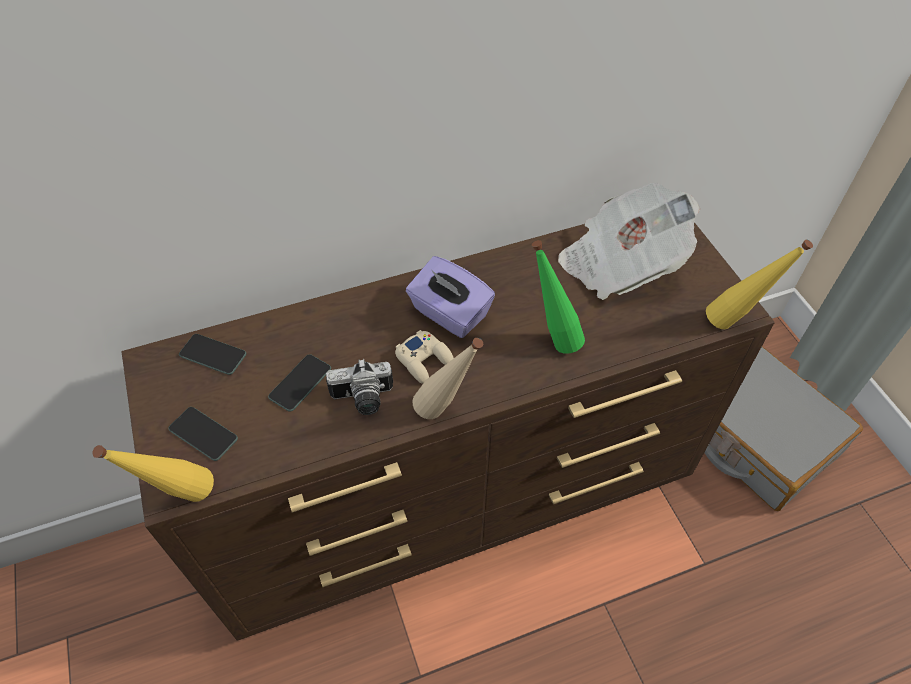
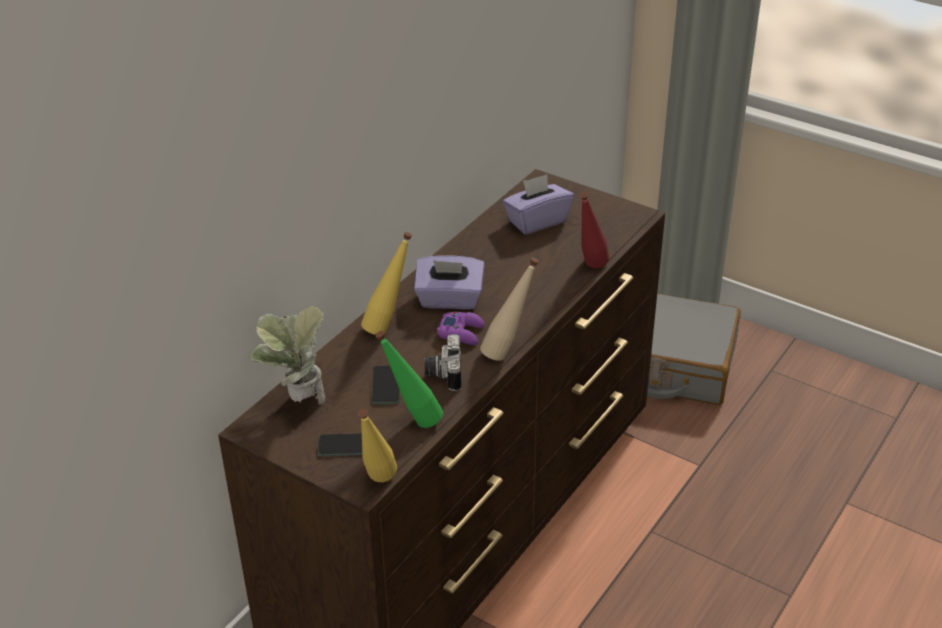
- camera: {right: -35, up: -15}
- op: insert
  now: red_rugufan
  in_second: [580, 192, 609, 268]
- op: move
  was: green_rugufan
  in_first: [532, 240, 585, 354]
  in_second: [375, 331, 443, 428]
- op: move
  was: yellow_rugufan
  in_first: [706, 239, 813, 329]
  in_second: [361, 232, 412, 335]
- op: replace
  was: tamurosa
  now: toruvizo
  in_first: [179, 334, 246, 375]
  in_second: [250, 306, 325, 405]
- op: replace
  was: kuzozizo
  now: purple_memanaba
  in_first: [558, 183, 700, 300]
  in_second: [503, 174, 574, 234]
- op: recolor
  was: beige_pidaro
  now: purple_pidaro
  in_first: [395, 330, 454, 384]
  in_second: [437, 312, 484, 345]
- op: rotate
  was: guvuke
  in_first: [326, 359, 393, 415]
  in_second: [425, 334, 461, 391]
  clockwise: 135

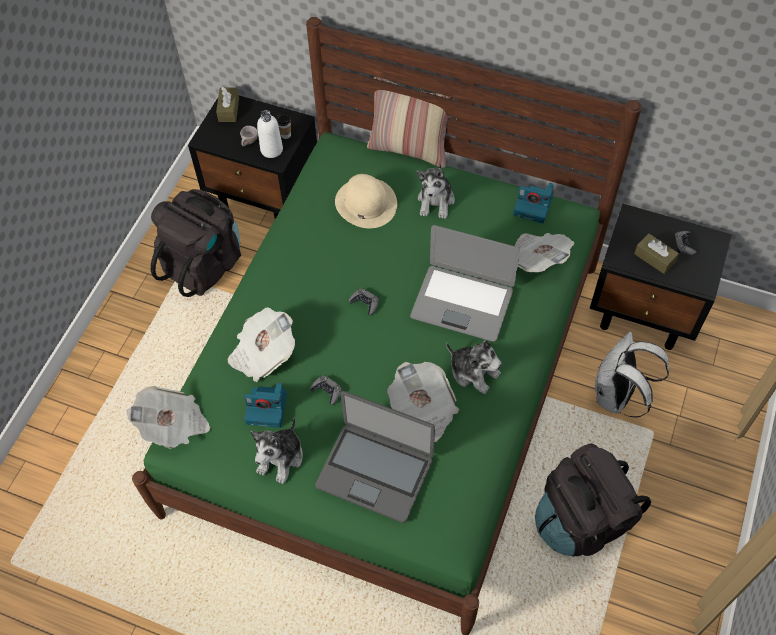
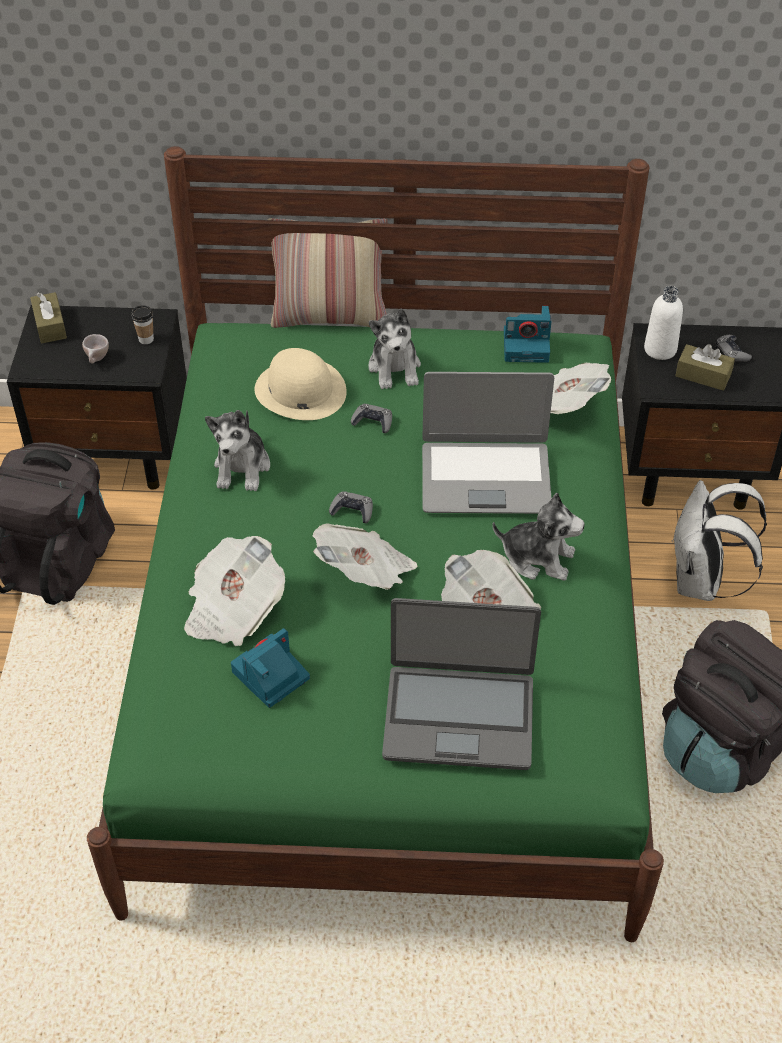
- camera: {right: -20, up: -10}
- op: move
  was: kuzozizo
  in_first: [127, 386, 211, 449]
  in_second: [313, 523, 418, 590]
- op: move
  was: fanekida
  in_first: [251, 417, 303, 484]
  in_second: [205, 410, 270, 491]
- op: move
  was: white_rugufan
  in_first: [257, 110, 283, 158]
  in_second: [644, 286, 683, 360]
- op: move
  was: grey_pidaro
  in_first: [310, 376, 342, 405]
  in_second: [351, 404, 392, 433]
- op: rotate
  was: guvuke
  in_first: [244, 383, 287, 428]
  in_second: [231, 628, 310, 708]
  clockwise: 150

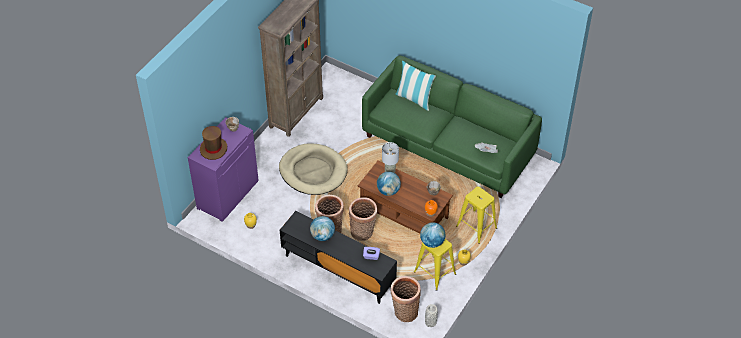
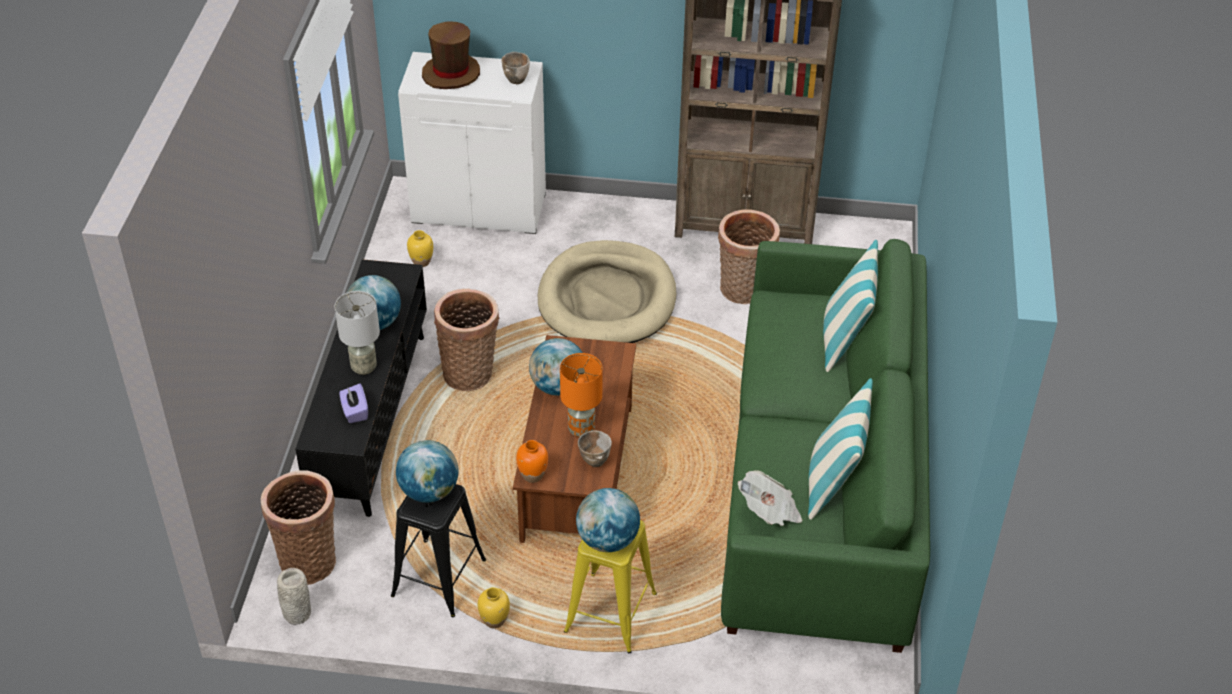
- camera: {right: 65, up: -5}
- op: insert
  now: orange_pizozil
  in_second: [560, 353, 603, 437]
- op: insert
  now: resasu
  in_second: [576, 488, 640, 552]
- op: insert
  now: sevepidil
  in_second: [808, 378, 873, 520]
- op: move
  was: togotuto
  in_first: [349, 198, 377, 241]
  in_second: [718, 210, 780, 304]
- op: move
  was: grey_pizozil
  in_first: [382, 142, 399, 173]
  in_second: [335, 291, 380, 375]
- op: recolor
  was: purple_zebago
  now: white_zebago
  in_first: [188, 117, 259, 222]
  in_second: [398, 52, 546, 234]
- op: recolor
  was: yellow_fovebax
  now: black_fovebax
  in_first: [414, 239, 456, 291]
  in_second: [391, 484, 486, 618]

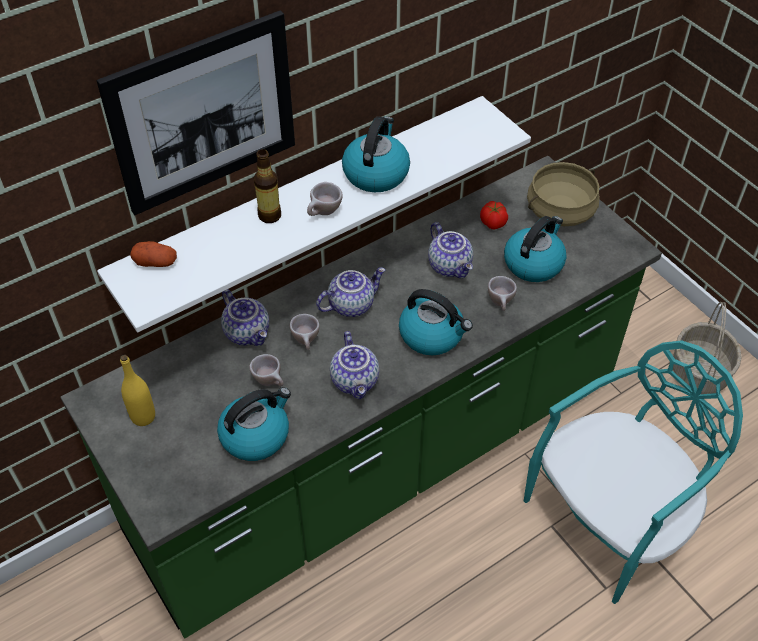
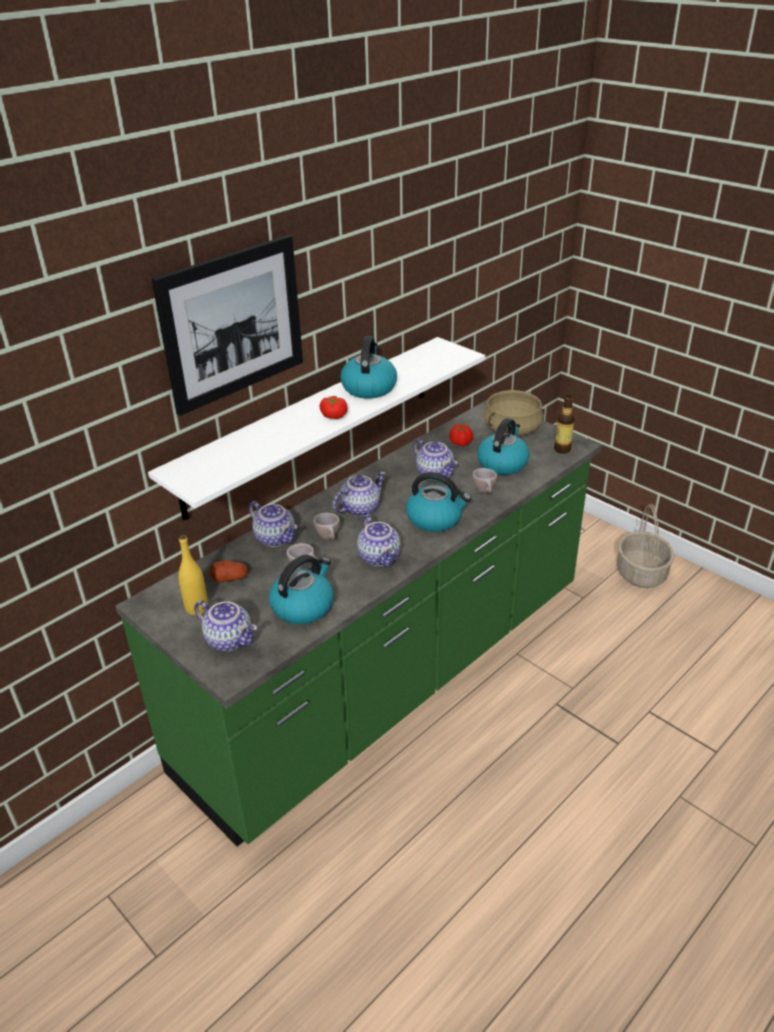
- camera: {right: -10, up: -15}
- op: delete
  was: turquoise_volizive
  in_first: [524, 340, 743, 604]
- op: insert
  now: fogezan
  in_second: [194, 600, 257, 651]
- op: move
  was: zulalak
  in_first: [130, 241, 177, 267]
  in_second: [209, 560, 248, 582]
- op: move
  was: rugufan
  in_first: [254, 149, 281, 223]
  in_second: [554, 395, 575, 454]
- op: replace
  was: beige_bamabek
  now: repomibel
  in_first: [307, 182, 343, 216]
  in_second: [320, 396, 348, 419]

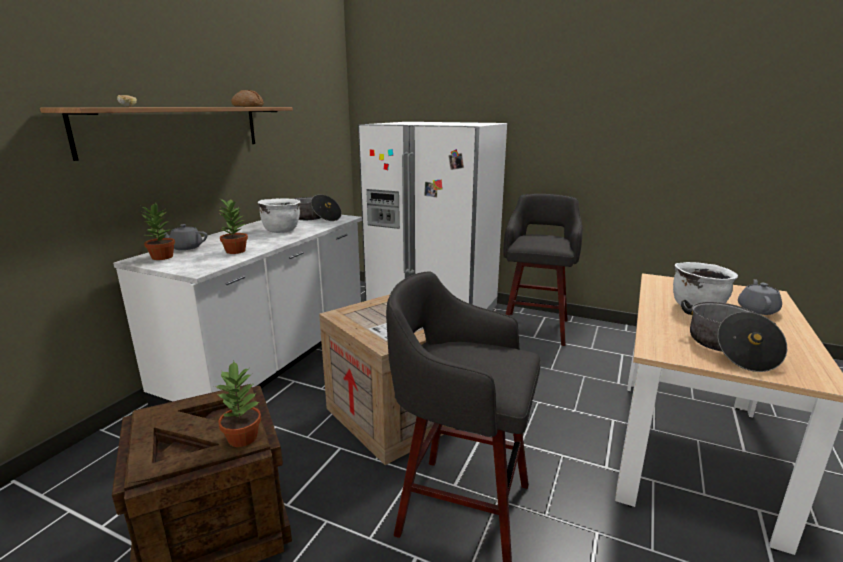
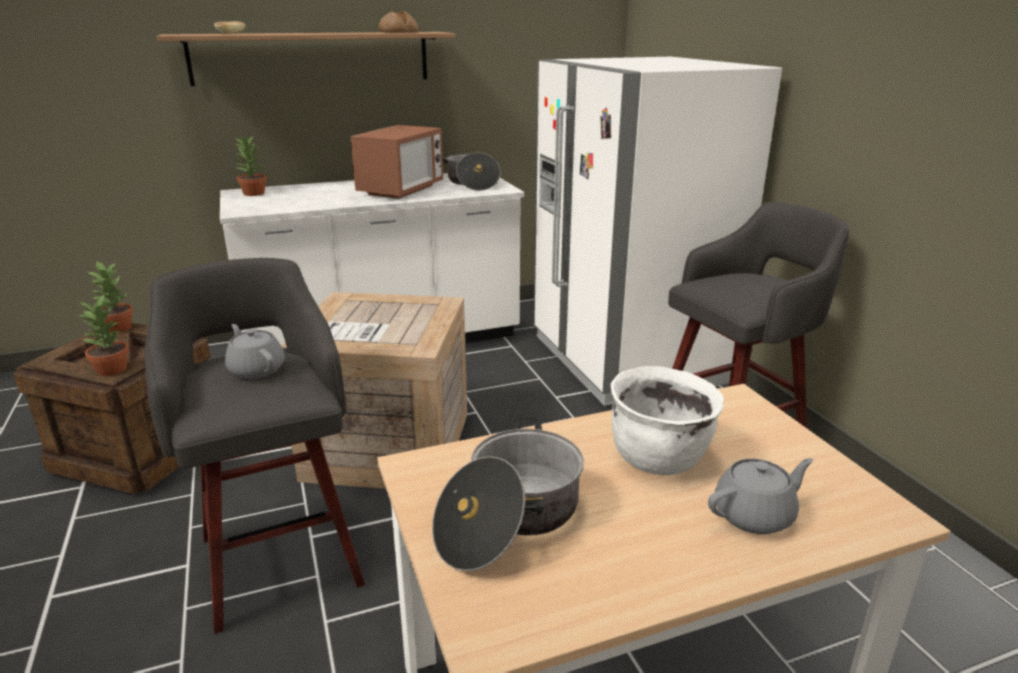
- camera: {right: 45, up: 5}
- op: move
  was: grey_fogezan
  in_first: [160, 224, 207, 250]
  in_second: [225, 324, 285, 379]
- op: move
  was: toruvizo
  in_first: [219, 199, 248, 254]
  in_second: [88, 260, 133, 333]
- op: replace
  was: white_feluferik
  now: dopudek
  in_first: [258, 198, 301, 233]
  in_second: [350, 125, 443, 199]

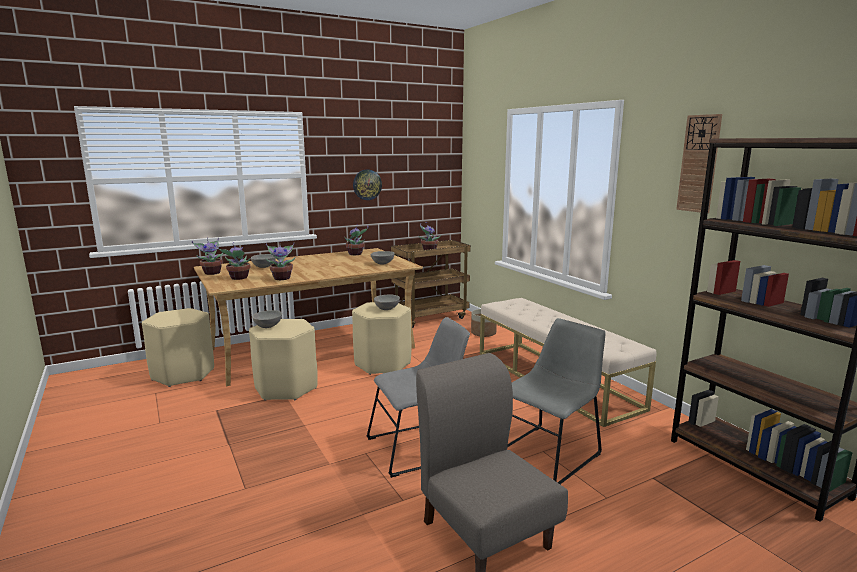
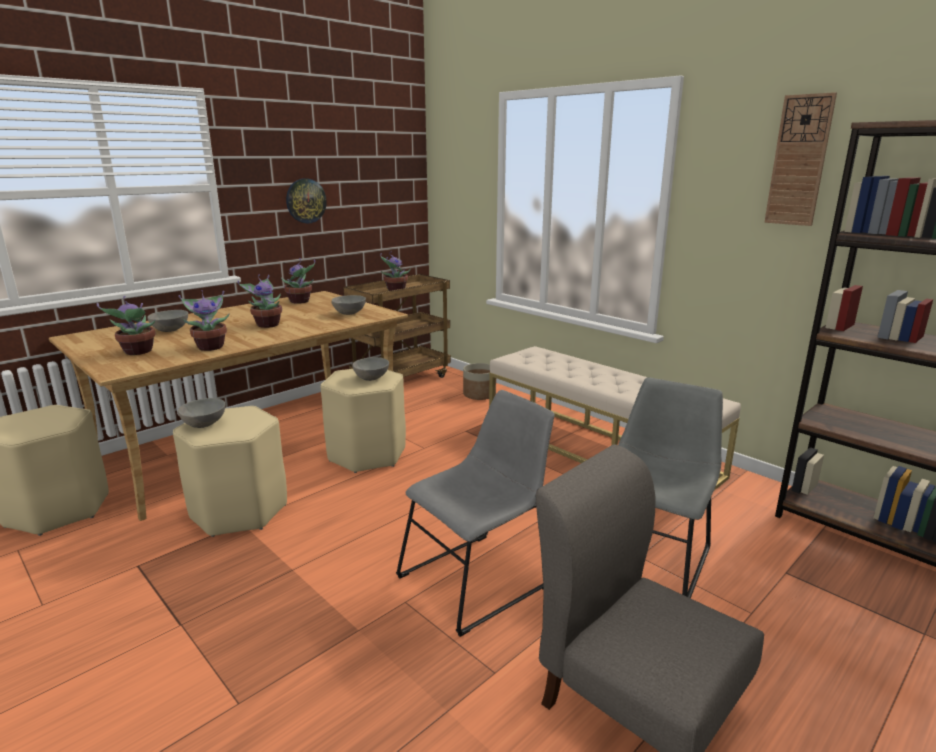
- camera: {right: -15, up: 5}
- op: move
  was: toruvizo
  in_first: [192, 237, 223, 275]
  in_second: [237, 275, 282, 328]

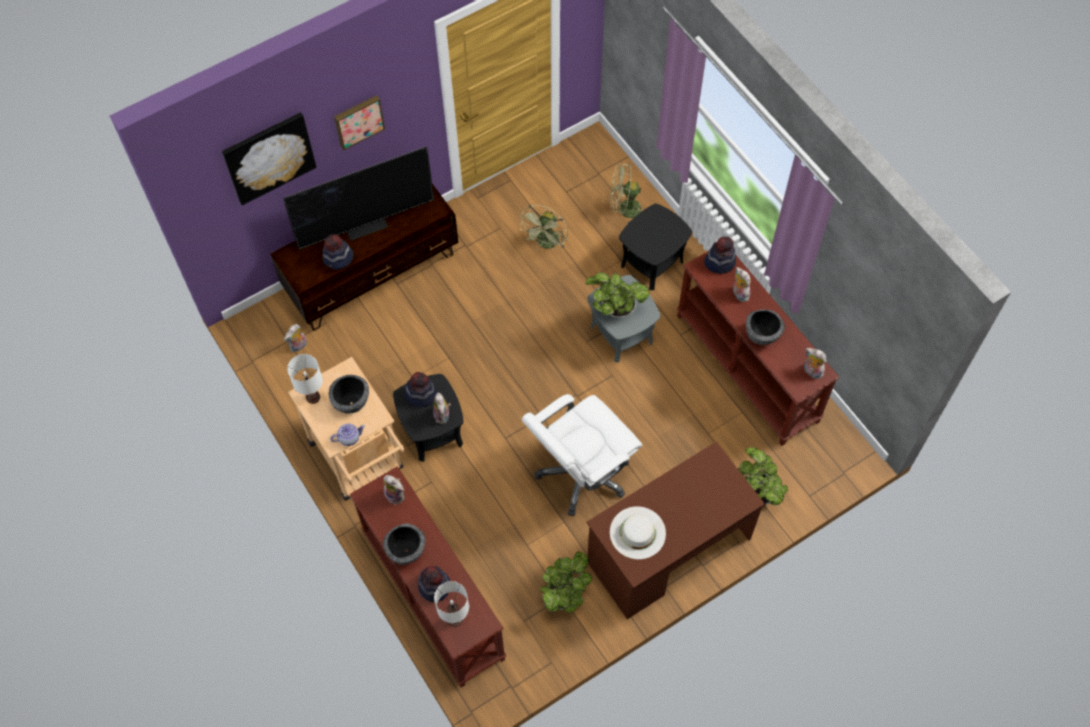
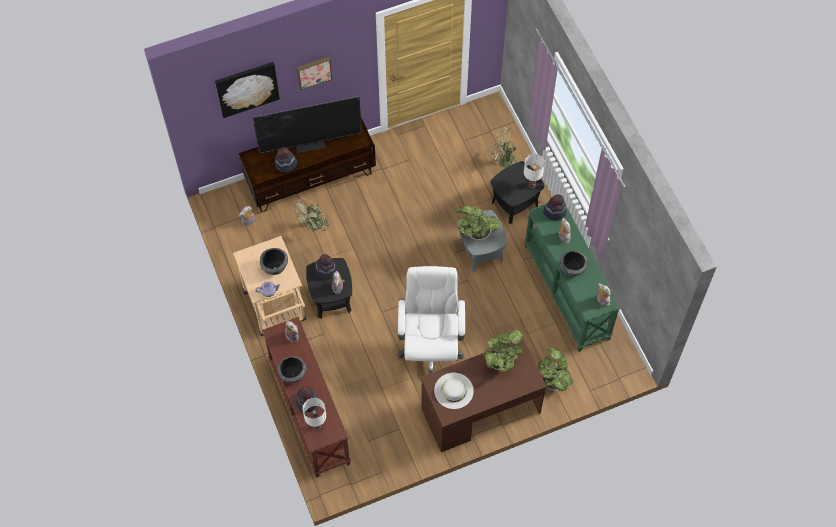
- camera: {right: 10, up: 0}
- op: move
  was: white_pizozil
  in_first: [287, 354, 323, 404]
  in_second: [524, 154, 545, 189]
- op: move
  was: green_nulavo
  in_first: [519, 205, 568, 250]
  in_second: [292, 198, 329, 233]
- op: move
  was: toruvizo
  in_first: [540, 551, 592, 613]
  in_second: [484, 330, 523, 372]
- op: recolor
  was: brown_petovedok
  now: green_petovedok
  in_first: [677, 251, 839, 446]
  in_second: [524, 203, 620, 352]
- op: rotate
  was: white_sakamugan
  in_first: [522, 394, 642, 516]
  in_second: [398, 266, 465, 374]
  clockwise: 120

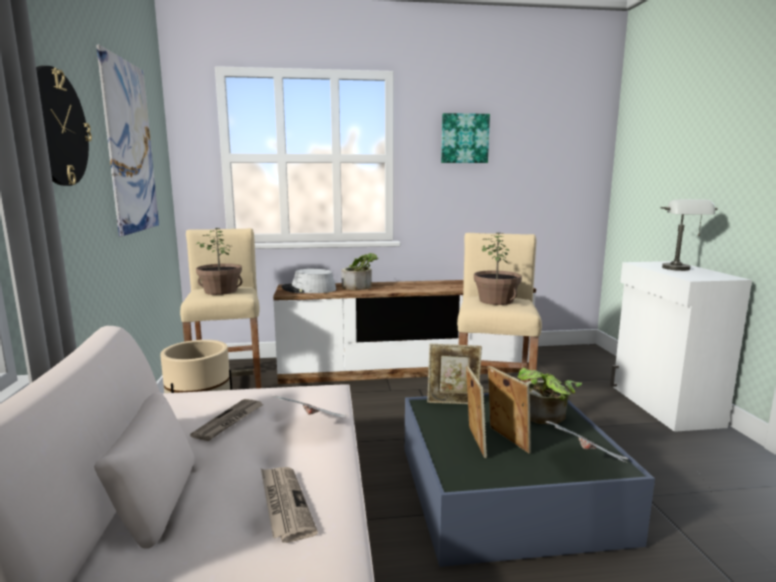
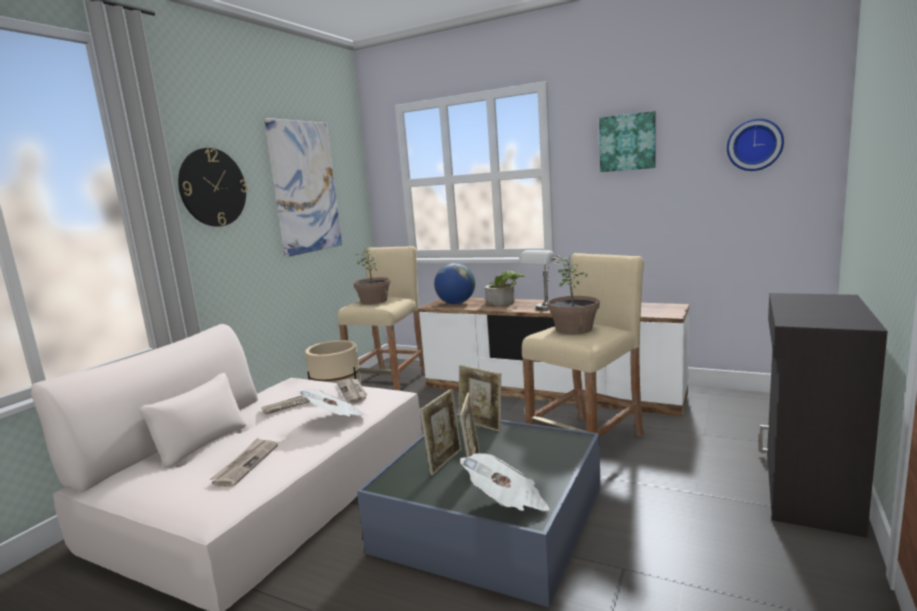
- camera: {right: 35, up: 0}
- op: delete
  was: toruvizo
  in_first: [518, 368, 582, 424]
- op: insert
  now: kuzozizo
  in_second: [337, 379, 367, 403]
- op: insert
  now: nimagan
  in_second: [727, 119, 784, 171]
- op: move
  was: grey_pizozil
  in_first: [660, 199, 718, 271]
  in_second: [519, 250, 561, 311]
- op: replace
  was: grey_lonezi
  now: resasu
  in_first: [281, 269, 336, 293]
  in_second: [434, 263, 475, 304]
- op: recolor
  was: white_zebago
  now: black_zebago
  in_first: [610, 261, 752, 432]
  in_second: [759, 293, 888, 538]

